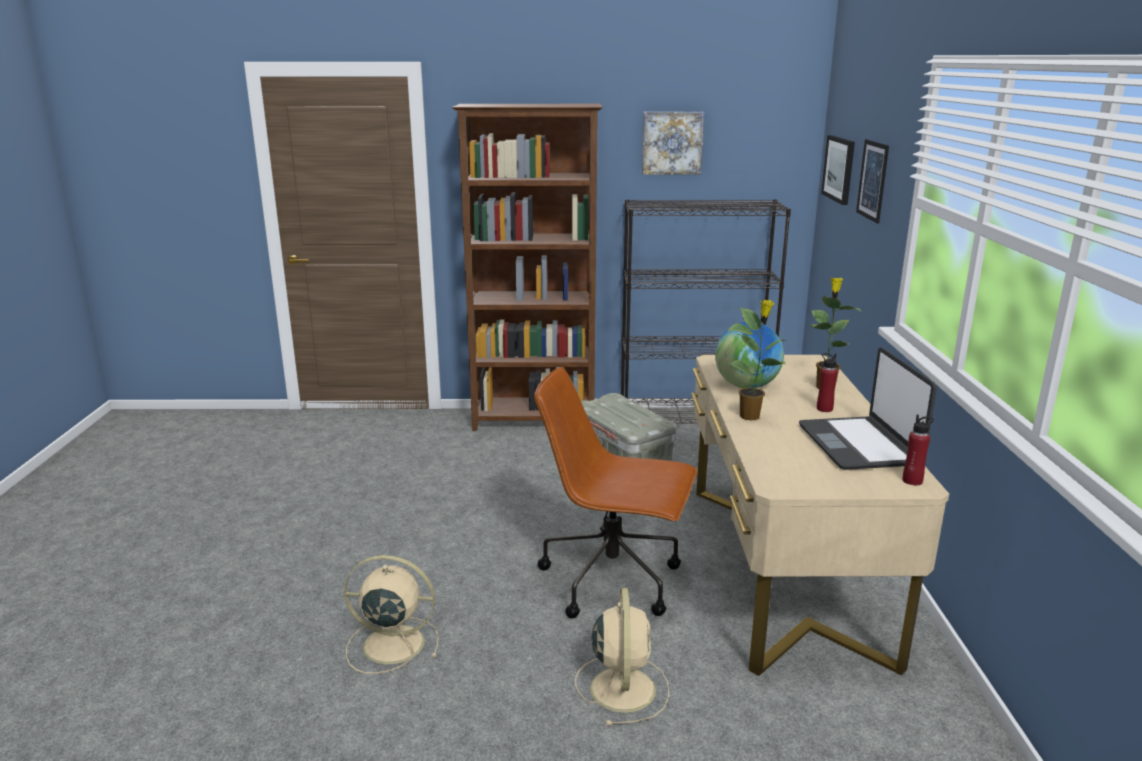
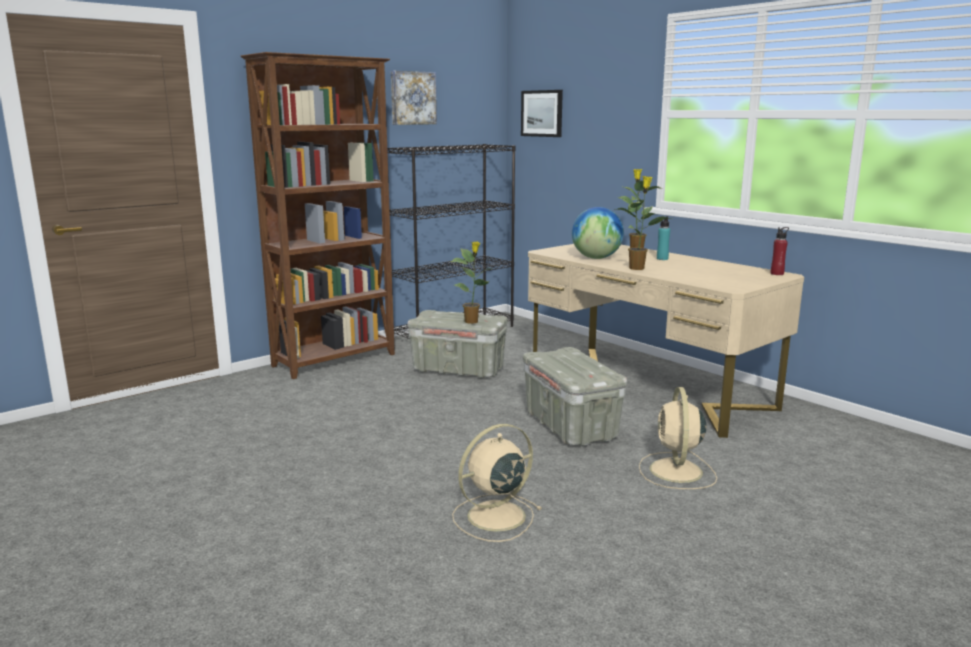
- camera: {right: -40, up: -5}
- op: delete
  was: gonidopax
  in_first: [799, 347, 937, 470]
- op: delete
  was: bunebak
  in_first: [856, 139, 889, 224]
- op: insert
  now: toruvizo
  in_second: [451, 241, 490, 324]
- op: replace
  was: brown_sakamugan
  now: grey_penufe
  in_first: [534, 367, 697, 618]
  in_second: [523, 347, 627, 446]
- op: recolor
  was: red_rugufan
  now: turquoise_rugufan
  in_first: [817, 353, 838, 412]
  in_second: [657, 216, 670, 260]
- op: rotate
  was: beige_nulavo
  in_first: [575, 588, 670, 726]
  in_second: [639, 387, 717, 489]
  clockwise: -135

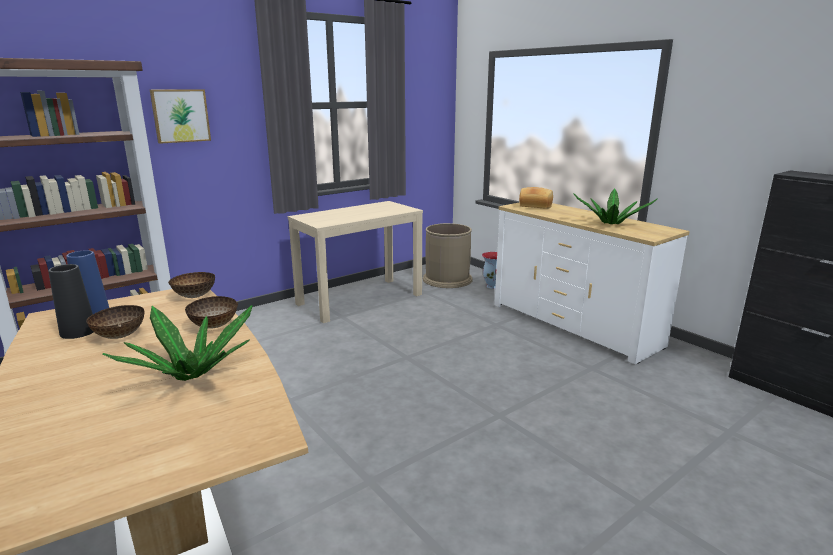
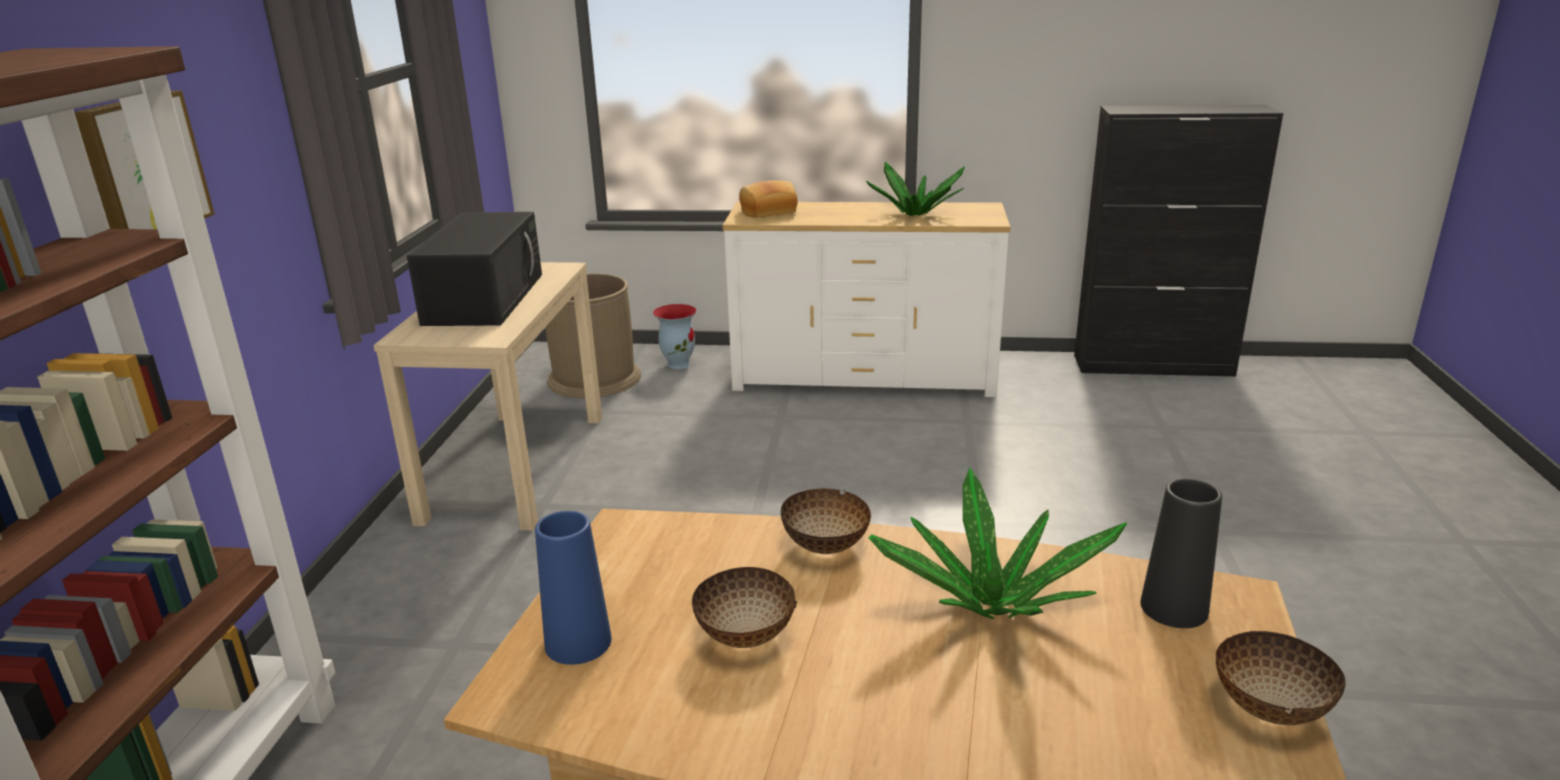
- camera: {right: -45, up: 5}
- op: insert
  now: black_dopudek
  in_second: [407, 212, 542, 326]
- op: move
  was: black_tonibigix
  in_first: [48, 264, 93, 339]
  in_second: [1140, 478, 1222, 628]
- op: move
  was: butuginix
  in_first: [168, 272, 215, 298]
  in_second: [1216, 631, 1346, 725]

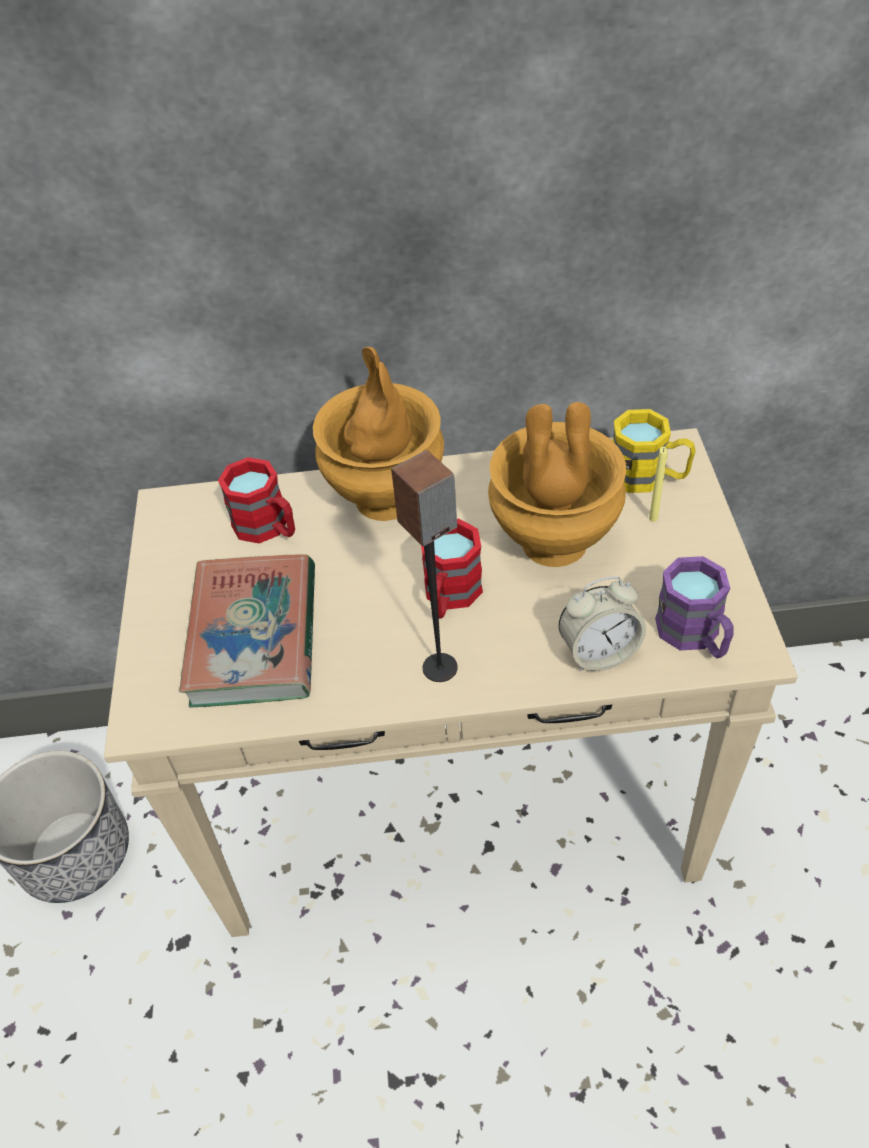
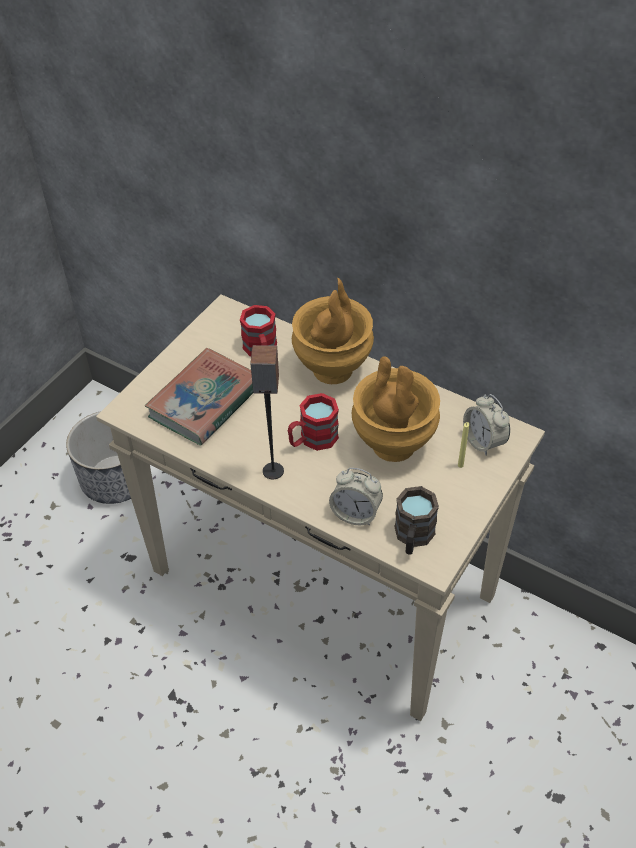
- camera: {right: 35, up: 0}
- op: replace
  was: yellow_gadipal
  now: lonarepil
  in_first: [613, 409, 695, 493]
  in_second: [463, 394, 510, 456]
- op: recolor
  was: purple_gadipal
  now: brown_gadipal
  in_first: [655, 556, 734, 658]
  in_second: [394, 486, 439, 555]

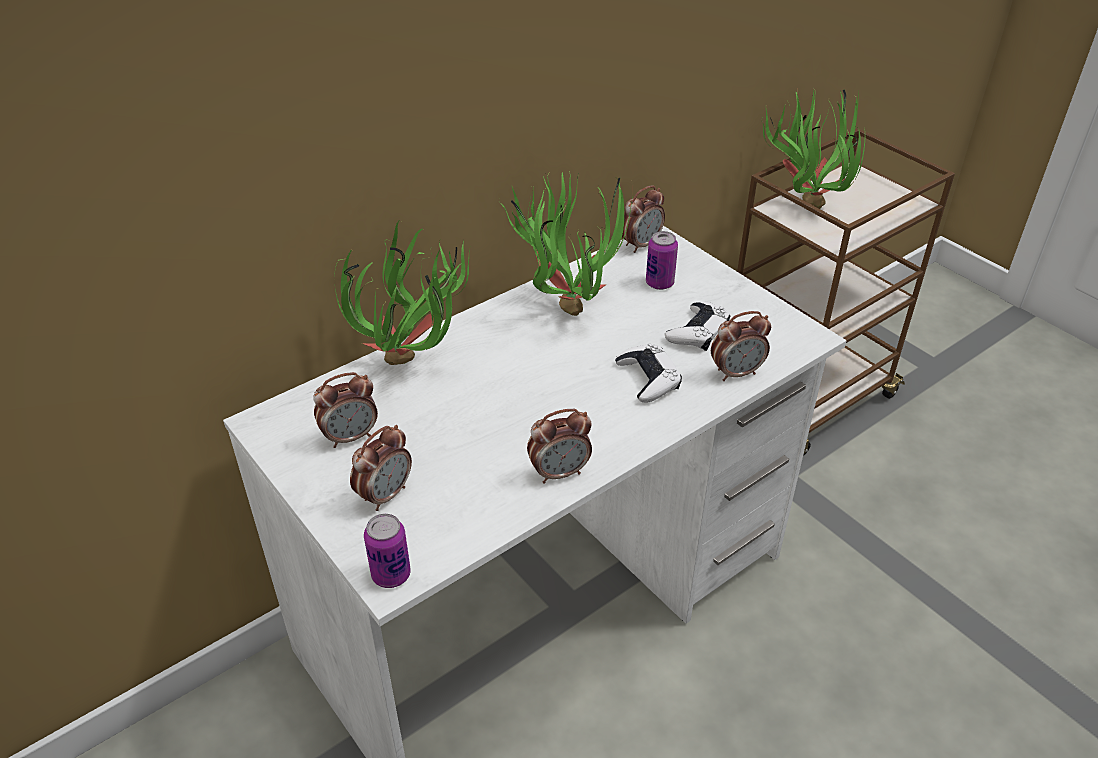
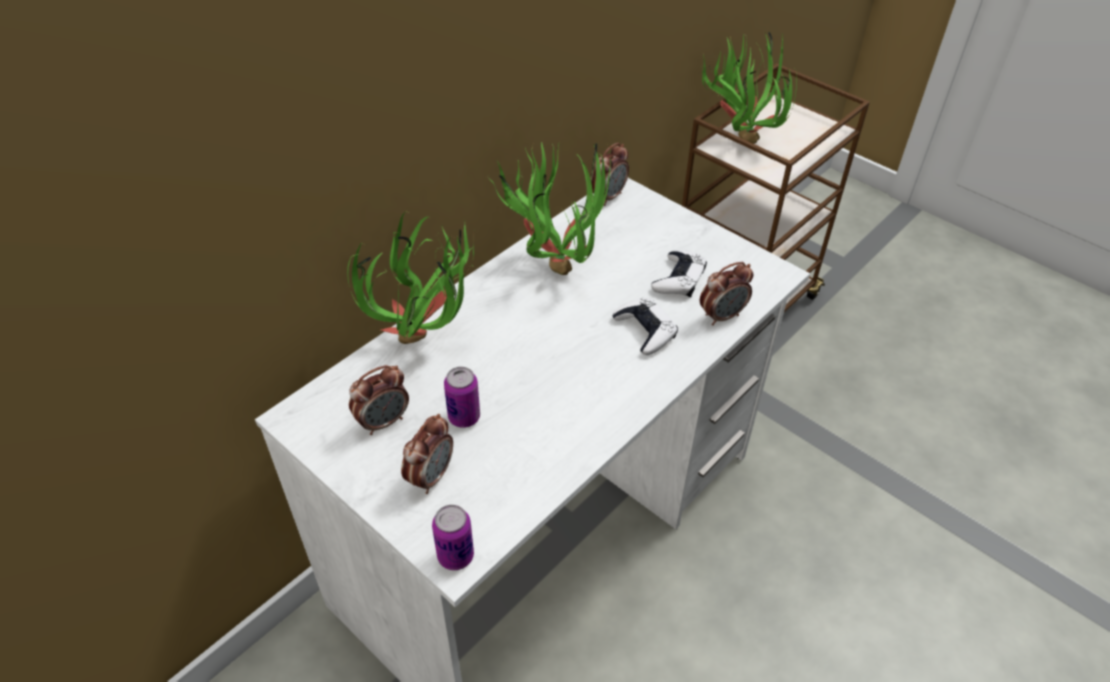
- camera: {right: -10, up: 5}
- op: delete
  was: lonarepil
  in_first: [527, 409, 592, 484]
- op: move
  was: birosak
  in_first: [646, 231, 678, 290]
  in_second: [444, 367, 480, 428]

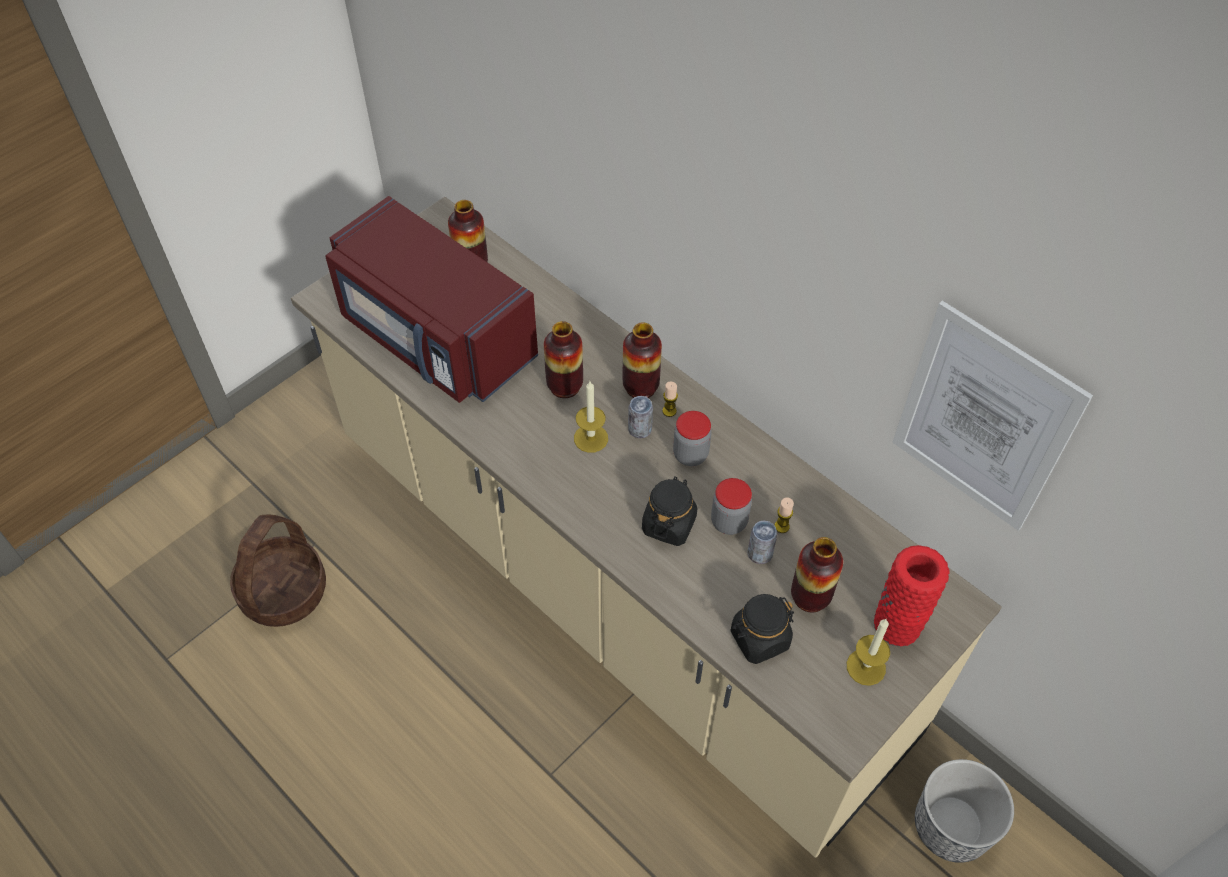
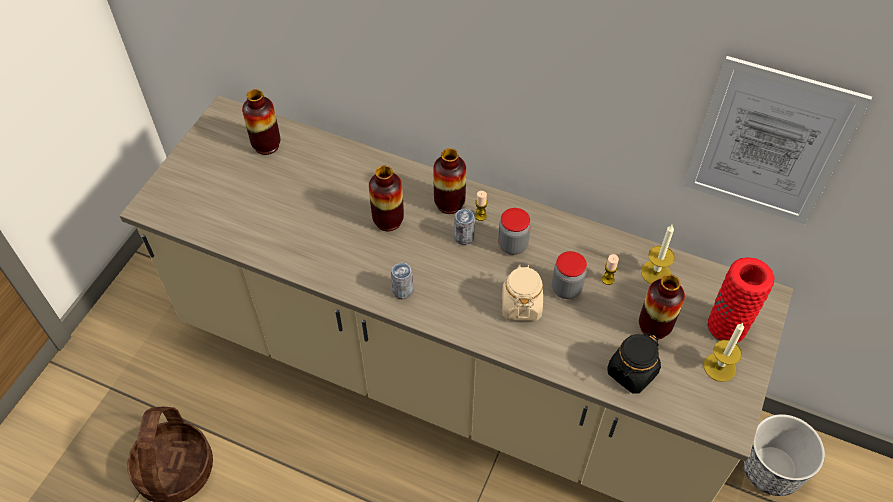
- camera: {right: -20, up: 0}
- op: delete
  was: red_dopudek
  in_first: [325, 196, 538, 403]
- op: move
  was: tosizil
  in_first: [574, 381, 608, 453]
  in_second: [641, 225, 675, 284]
- op: move
  was: birosak
  in_first: [747, 521, 777, 564]
  in_second: [391, 263, 413, 299]
- op: recolor
  was: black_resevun
  now: beige_resevun
  in_first: [642, 476, 697, 546]
  in_second: [502, 265, 543, 321]

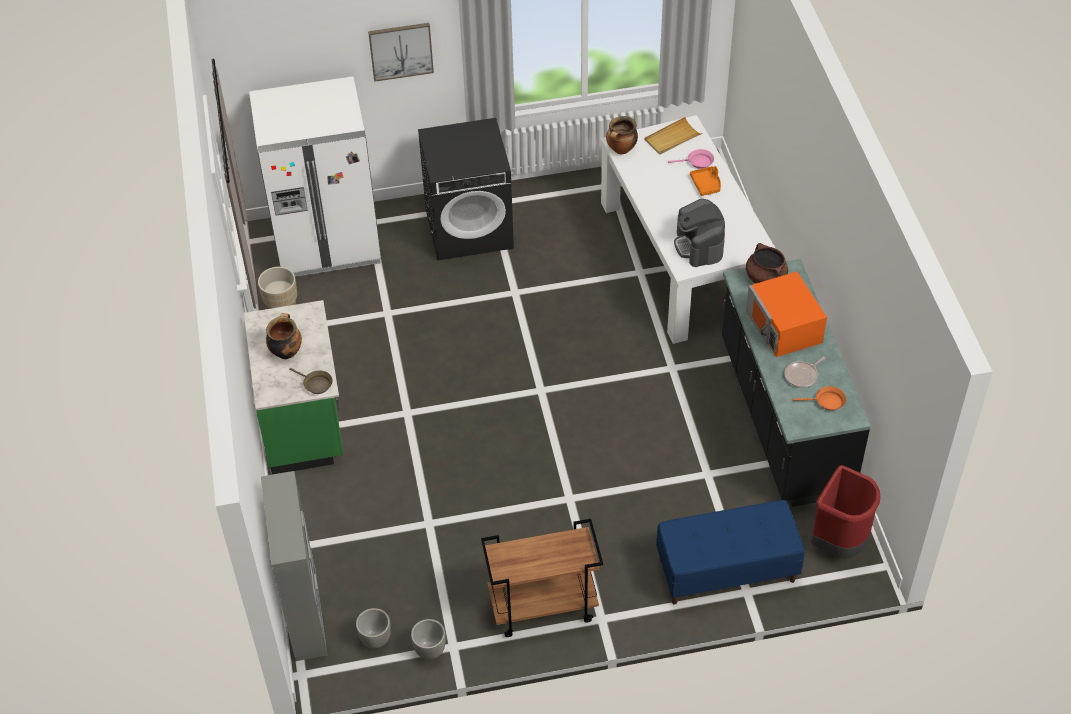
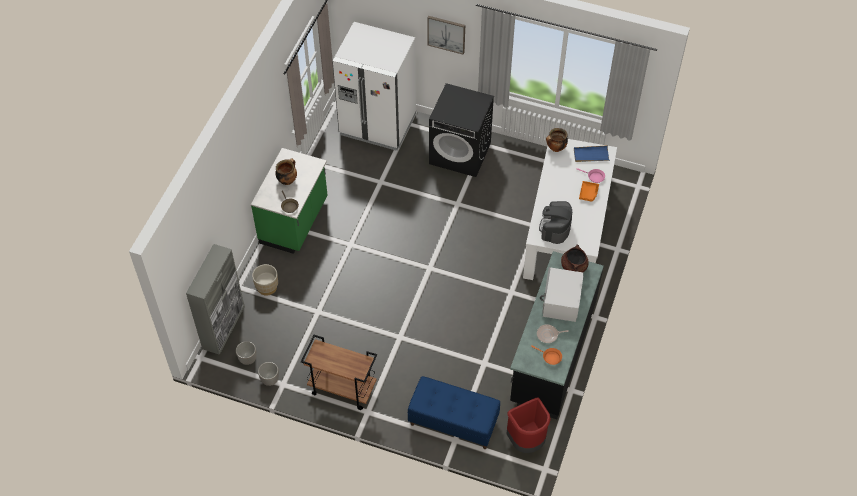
- camera: {right: 30, up: 5}
- op: move
  was: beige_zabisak
  in_first: [258, 267, 297, 309]
  in_second: [252, 264, 278, 296]
- op: recolor
  was: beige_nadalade
  now: blue_nadalade
  in_first: [644, 117, 702, 155]
  in_second: [574, 145, 610, 162]
- op: recolor
  was: orange_dopudek
  now: white_dopudek
  in_first: [746, 272, 827, 357]
  in_second: [540, 267, 584, 322]

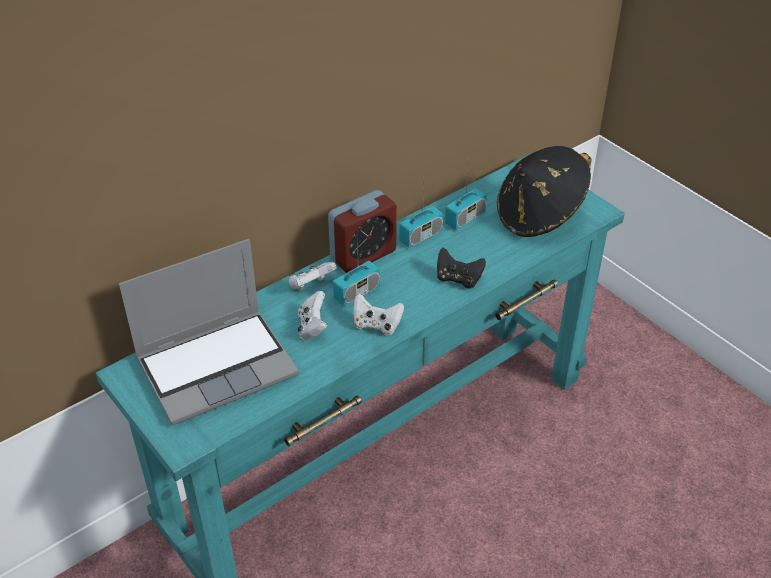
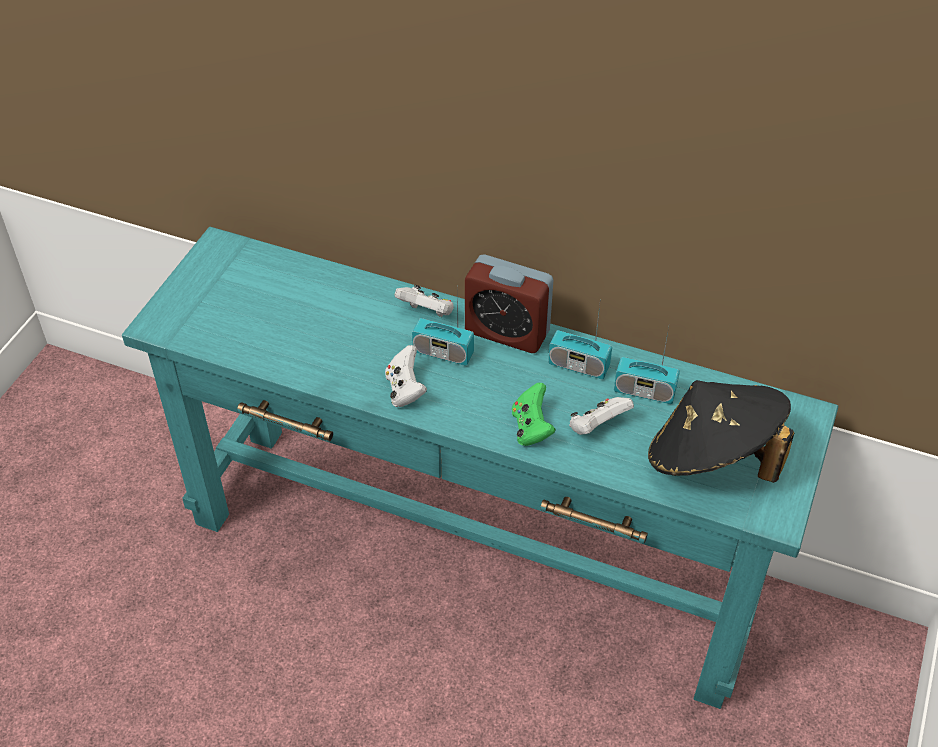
- camera: {right: 60, up: 5}
- op: delete
  was: gonidopax
  in_first: [119, 239, 299, 426]
- op: move
  was: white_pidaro
  in_first: [298, 291, 327, 340]
  in_second: [569, 397, 634, 435]
- op: recolor
  was: black_pidaro
  now: green_pidaro
  in_first: [437, 248, 486, 289]
  in_second: [512, 383, 556, 446]

